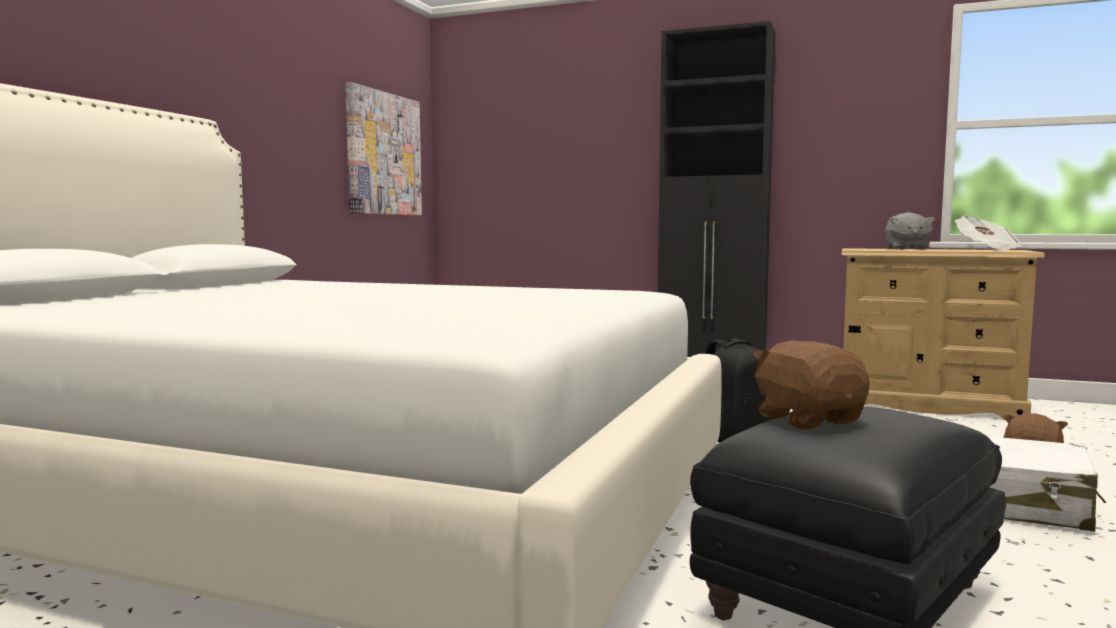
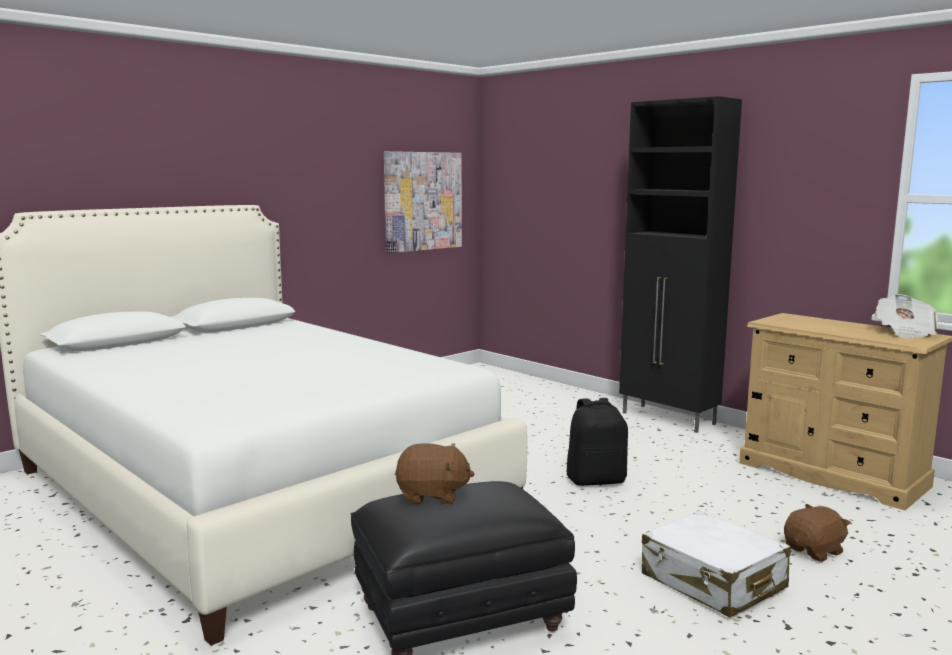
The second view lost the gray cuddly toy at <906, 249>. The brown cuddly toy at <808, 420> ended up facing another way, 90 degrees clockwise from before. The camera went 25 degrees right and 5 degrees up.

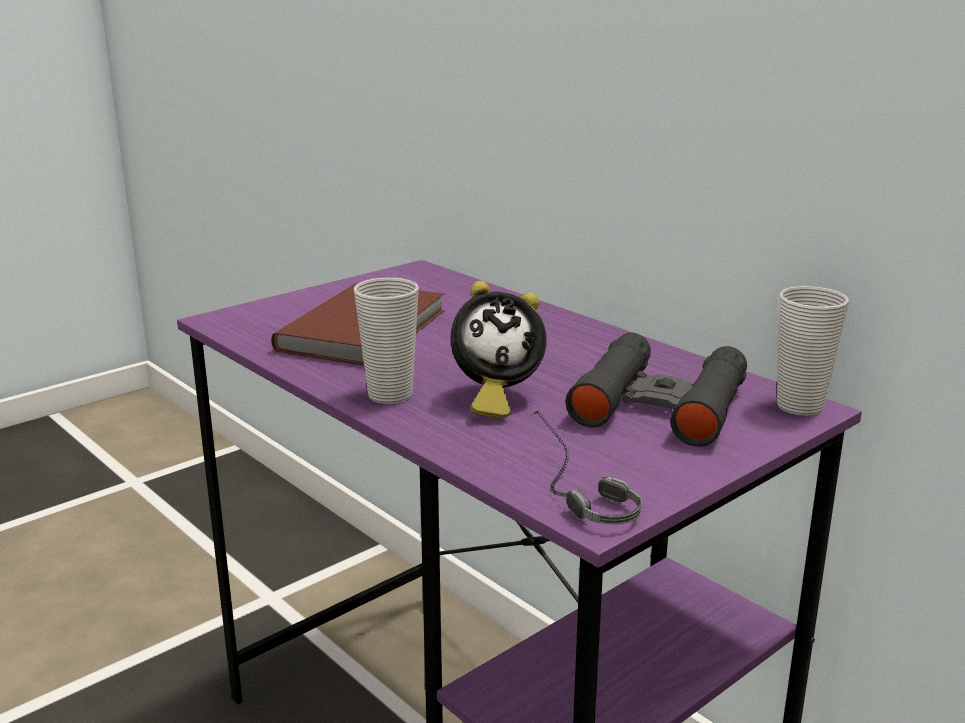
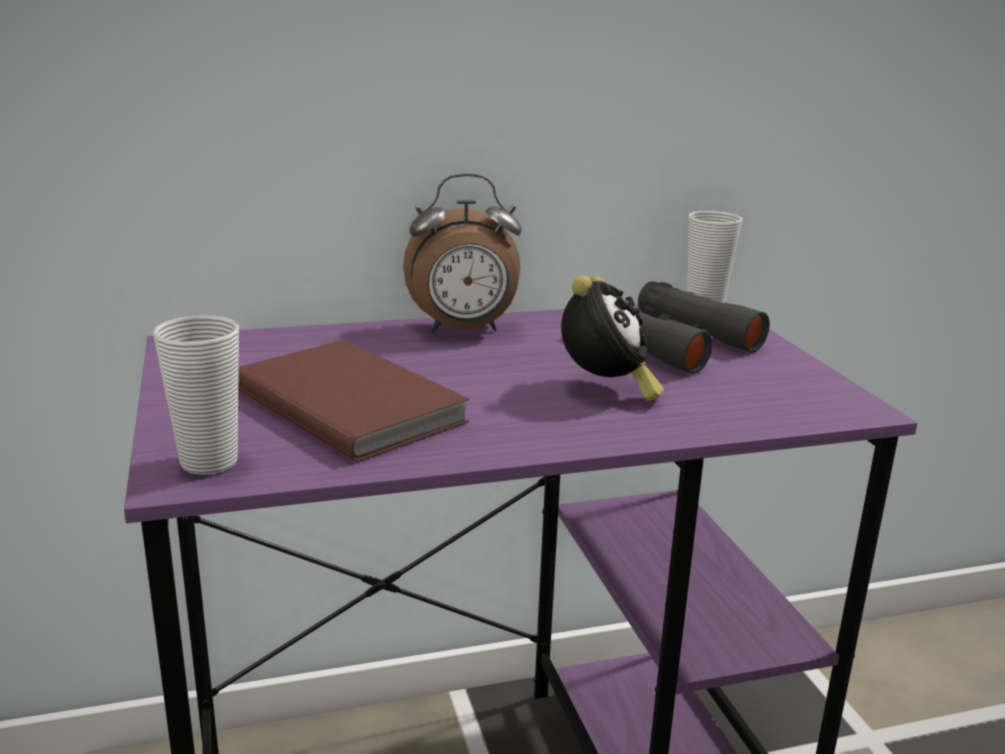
The second view lost the headphones at <568, 490>. The second view gained the alarm clock at <463, 330>. The cup ended up elsewhere, having gone from <390, 395> to <209, 462>. The camera went 65 degrees left and 0 degrees up.

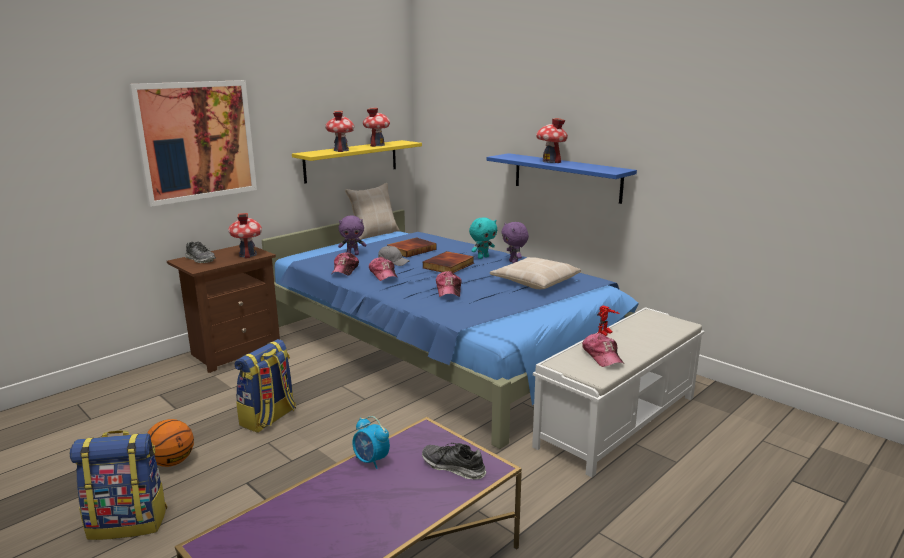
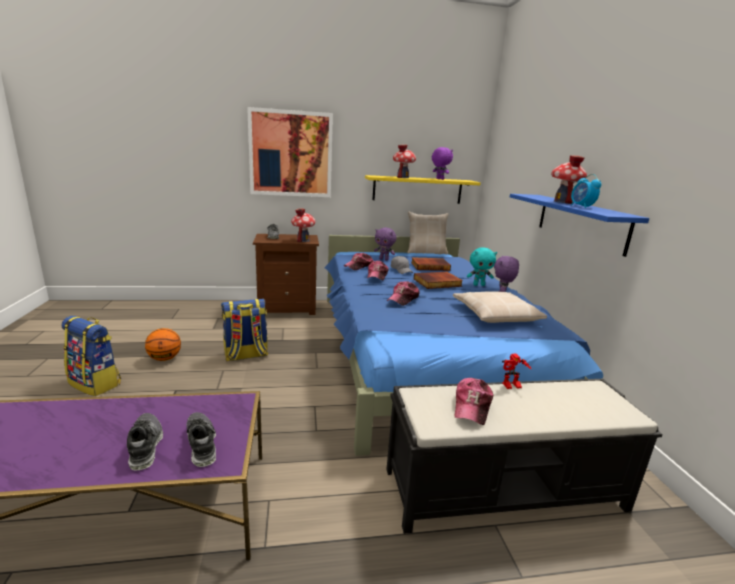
The second view gained the shoe at <145, 446>. The alarm clock ended up elsewhere, having gone from <371, 461> to <581, 207>. Where the miniature house stood at <377, 145>, the purple-coloured cuddly toy came to stand at <439, 179>. What was the whitish bench at <618, 420> turned into the black bench at <505, 489>. The camera went 35 degrees right and 0 degrees up.

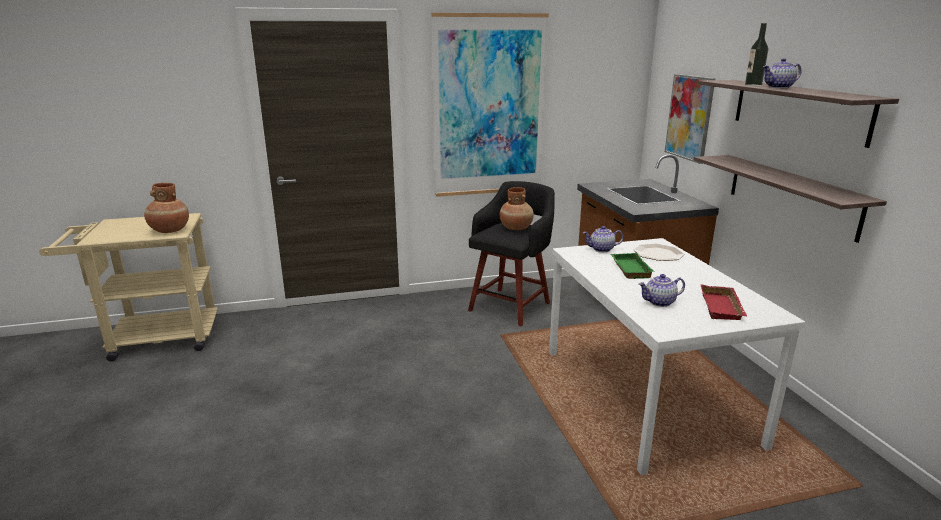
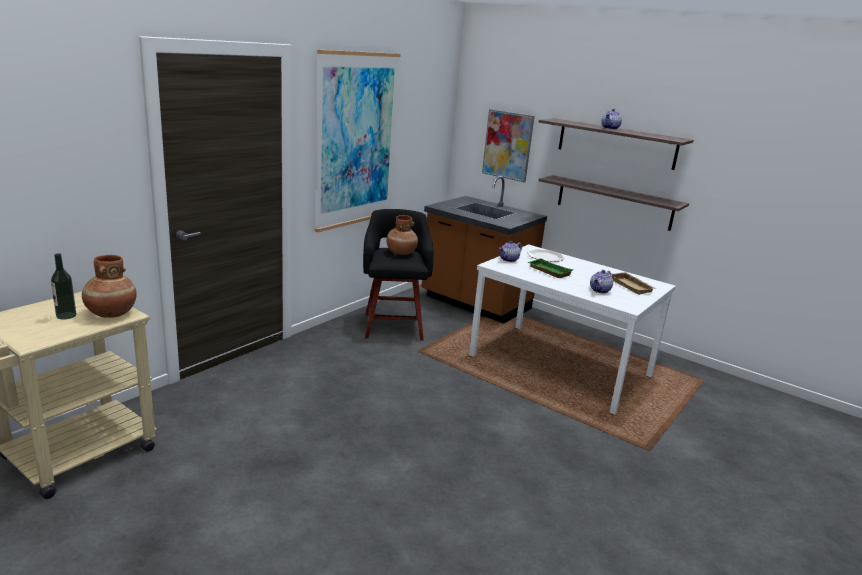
The bottle ended up elsewhere, having gone from <753, 85> to <66, 315>. What was the red tray at <723, 308> turned into the sand-coloured tray at <632, 286>. The camera went 40 degrees left and 0 degrees up.

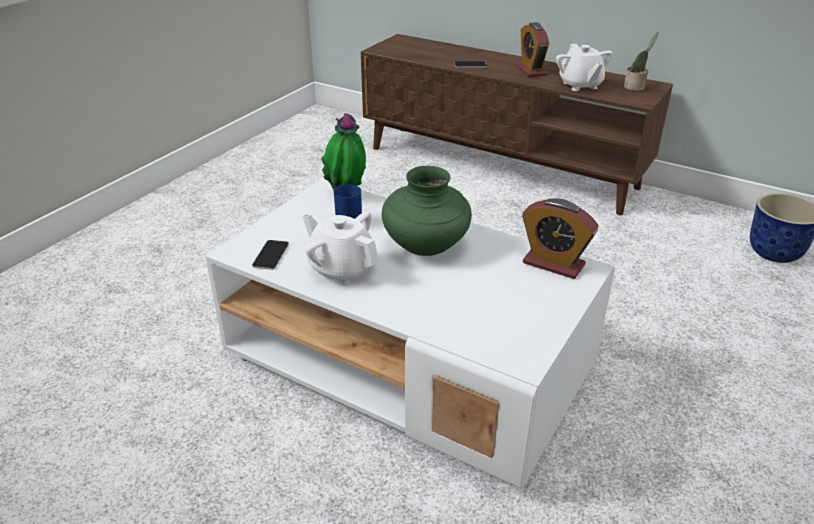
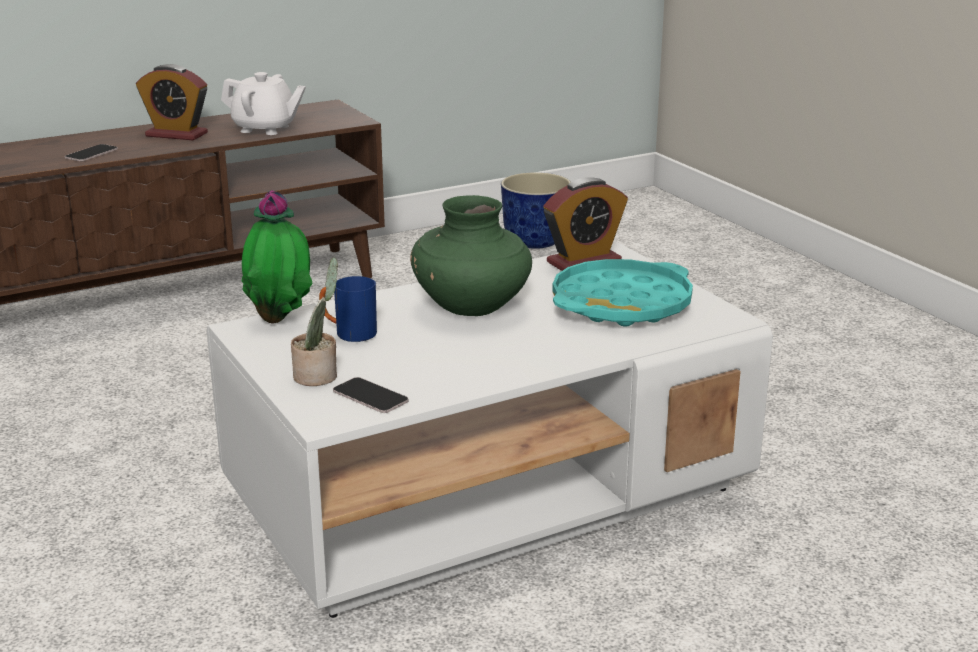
The second view lost the whitish pot for tea at <342, 269>. The second view gained the turquoise-coloured tray at <621, 304>. The houseplant ended up elsewhere, having gone from <635, 87> to <318, 376>. The camera went 60 degrees left and 10 degrees down.

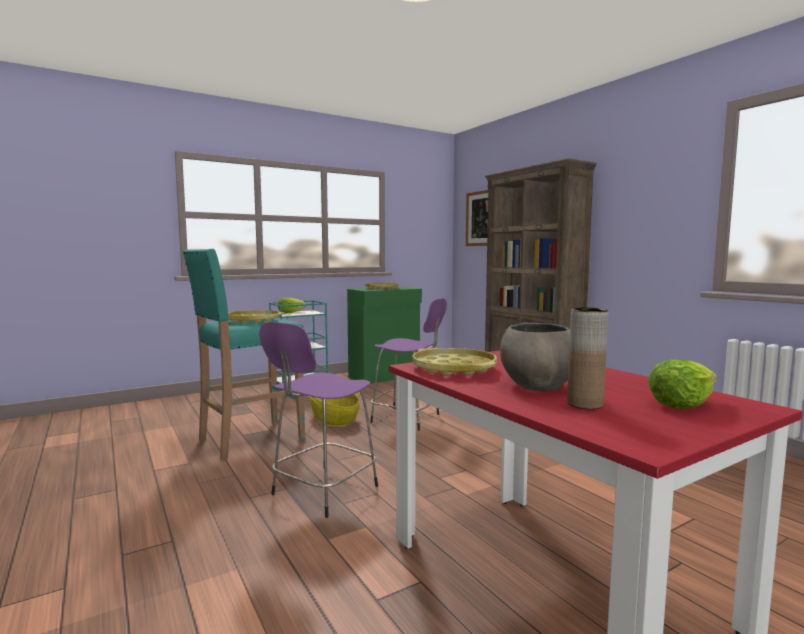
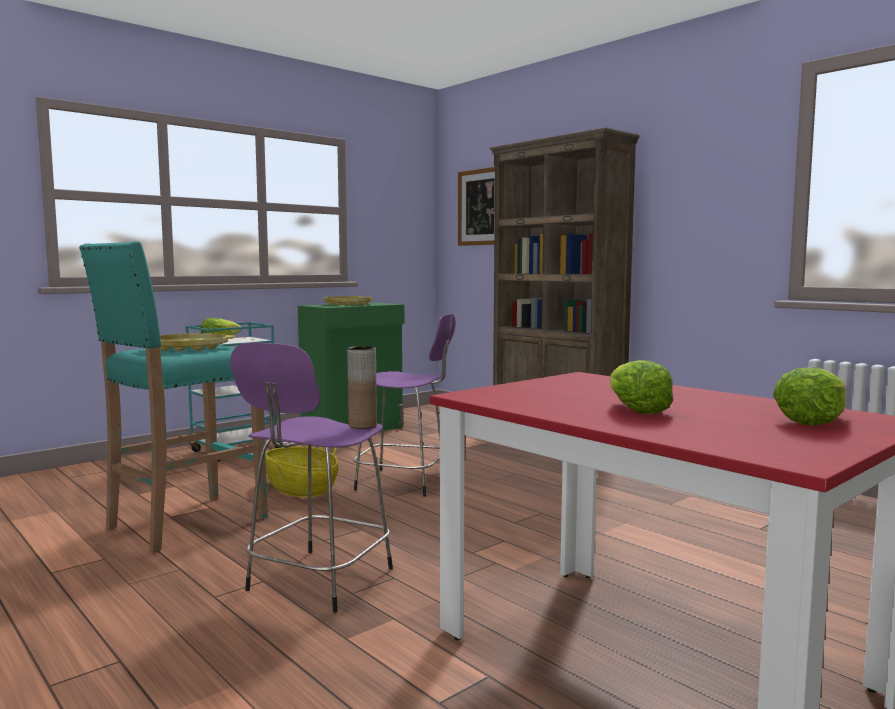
The second view lost the yellow tray at <454, 368>. The brown flower vase ended up elsewhere, having gone from <584, 404> to <362, 425>. Where the gray serving bowl stood at <537, 386>, the head of lettuce came to stand at <635, 410>. The camera went 10 degrees left and 0 degrees up.

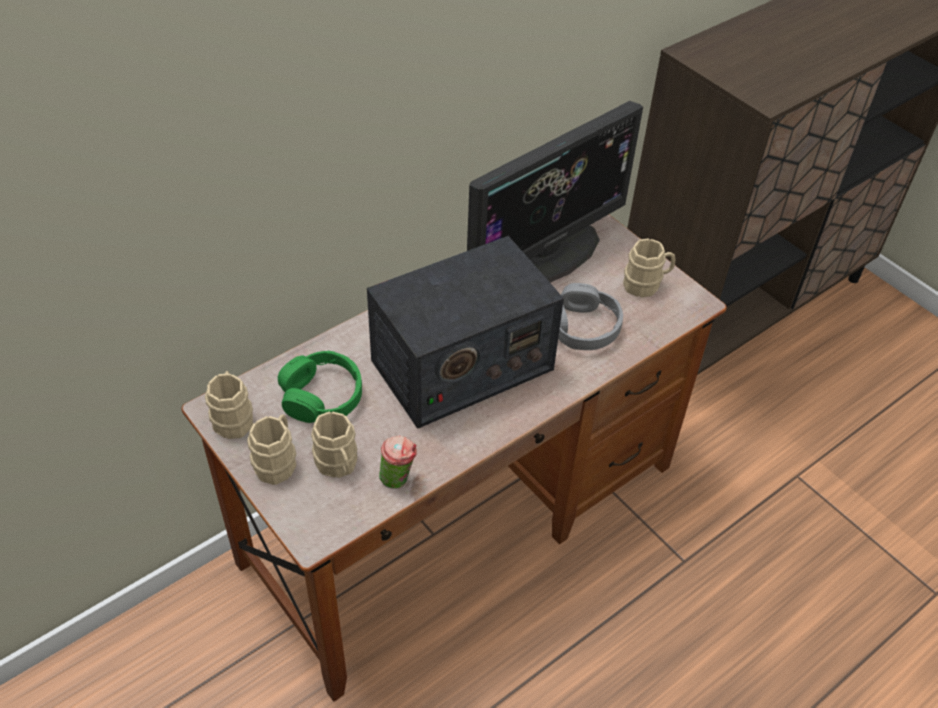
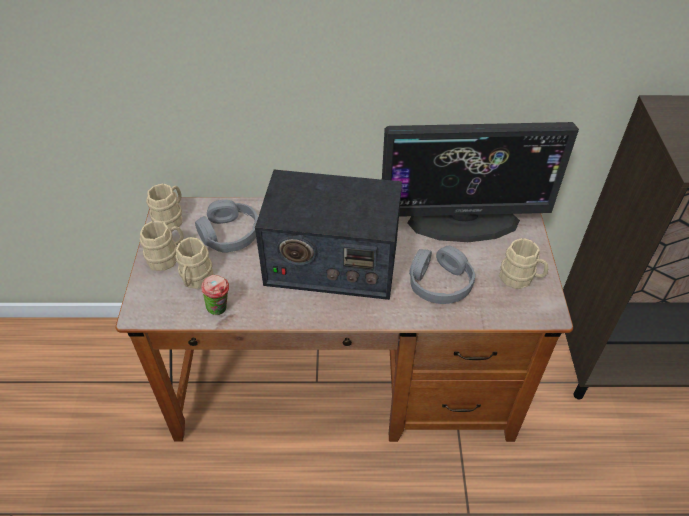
What was the green headphones at <322, 396> turned into the gray headphones at <229, 234>. The camera went 40 degrees right and 0 degrees up.

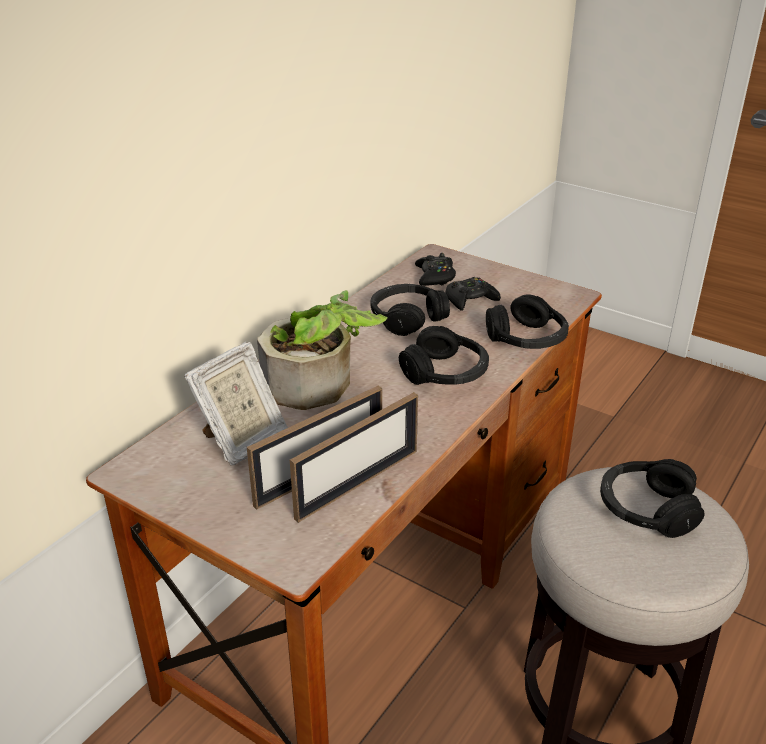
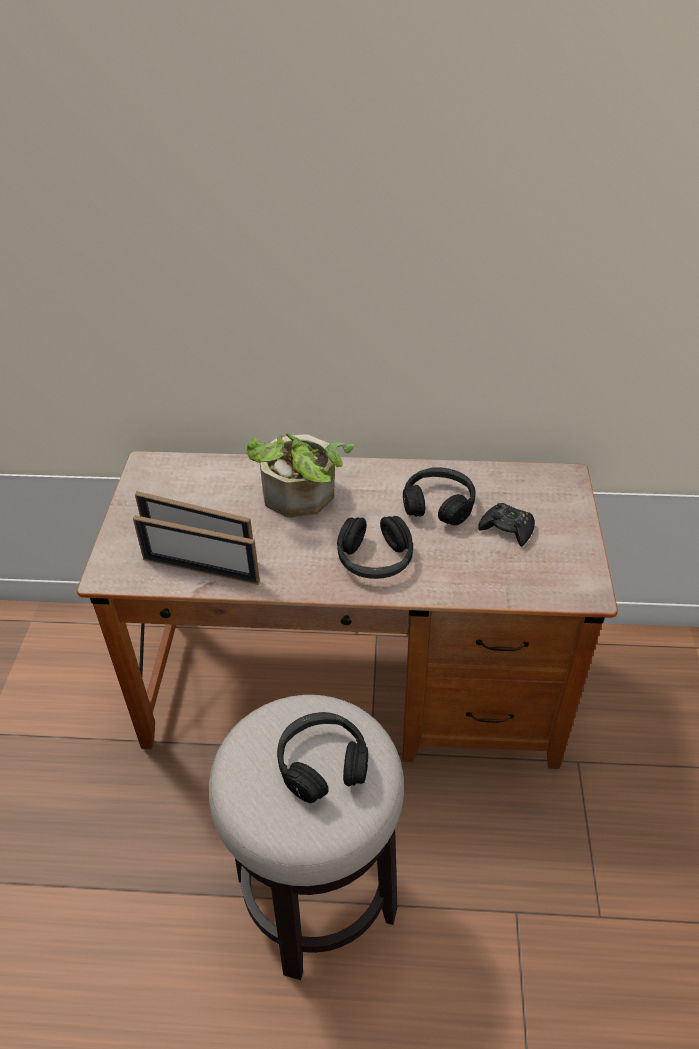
The second view lost the standing frame at <242, 441>. The second view lost the black joypad at <435, 276>. The second view lost the black headphones at <527, 339>. The camera went 60 degrees right and 10 degrees up.

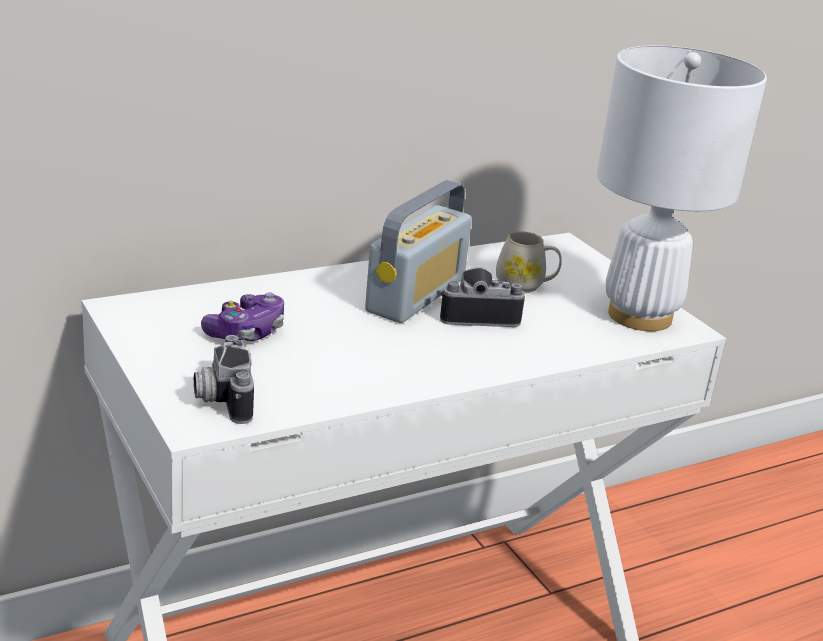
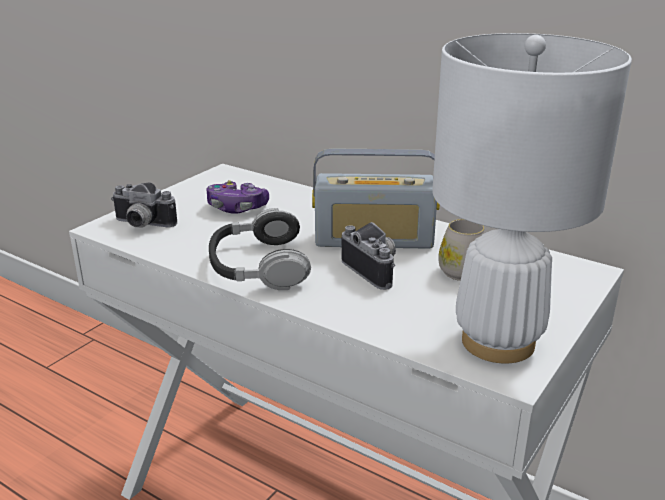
The second view gained the headphones at <258, 265>. The still camera at <221, 399> ended up facing another way, 120 degrees counterclockwise from before. The camera went 65 degrees right and 0 degrees up.

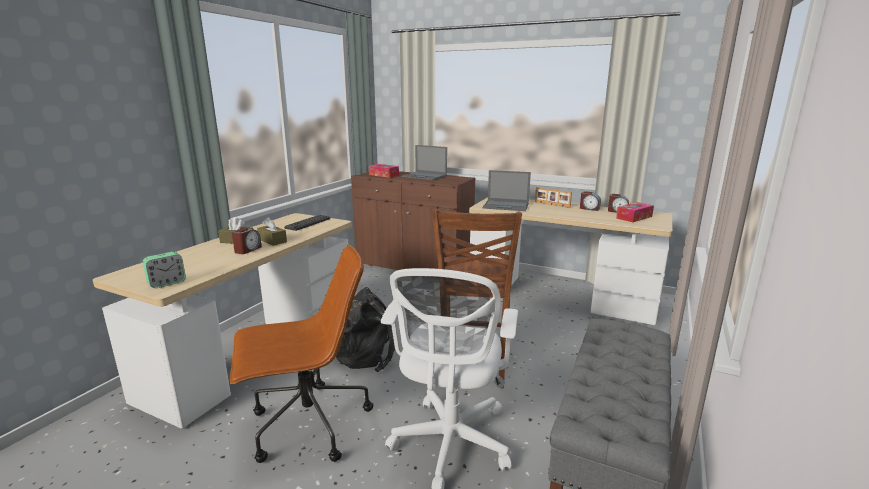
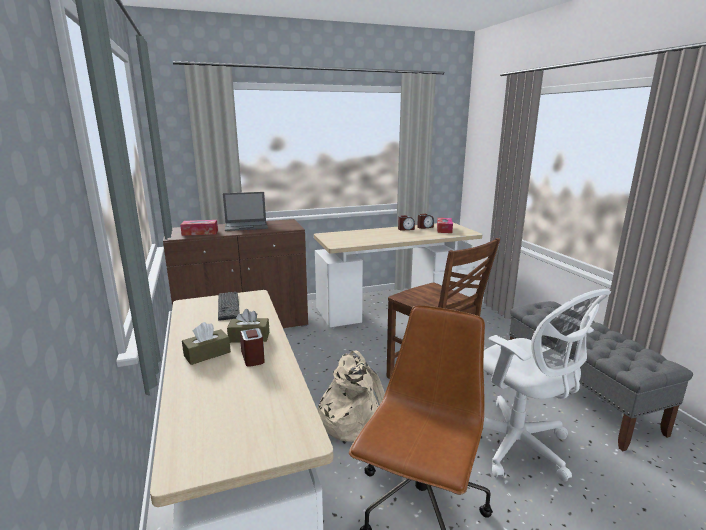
The second view lost the alarm clock at <167, 283>. The second view lost the notebook computer at <506, 206>. The second view lost the standing frame at <551, 204>. What was the black backpack at <370, 352> turned into the sand-coloured backpack at <350, 418>. The camera went 45 degrees left and 0 degrees up.

